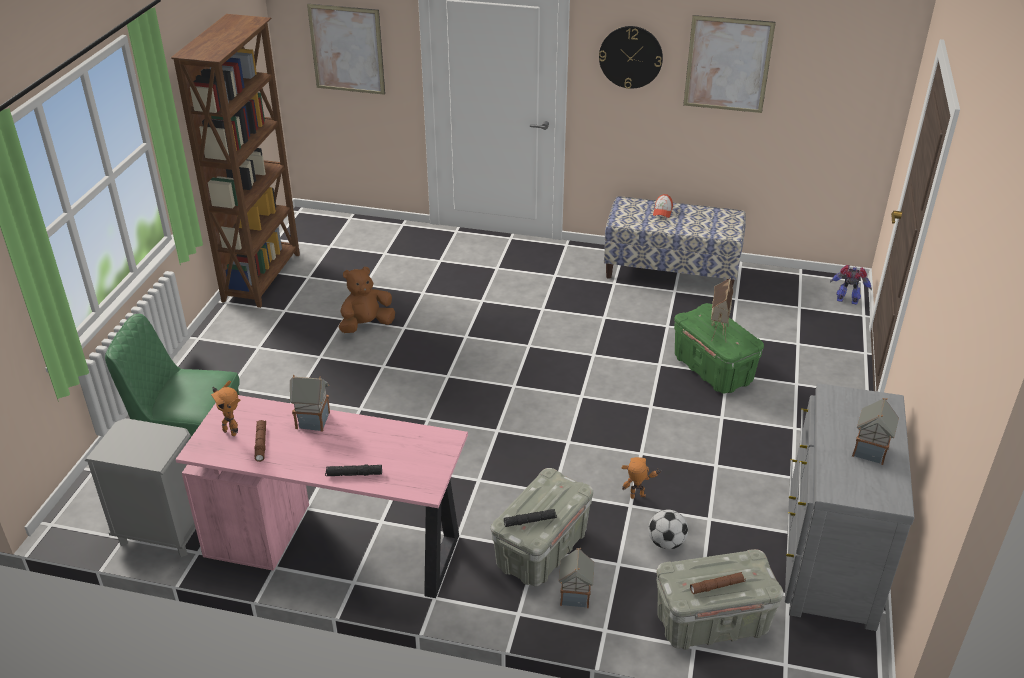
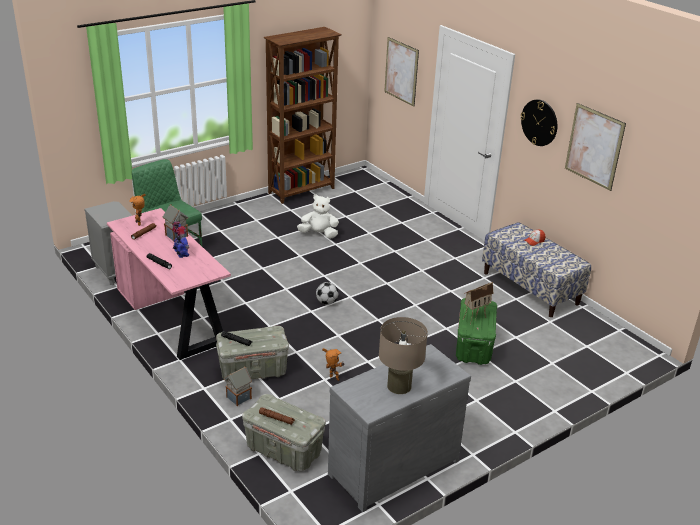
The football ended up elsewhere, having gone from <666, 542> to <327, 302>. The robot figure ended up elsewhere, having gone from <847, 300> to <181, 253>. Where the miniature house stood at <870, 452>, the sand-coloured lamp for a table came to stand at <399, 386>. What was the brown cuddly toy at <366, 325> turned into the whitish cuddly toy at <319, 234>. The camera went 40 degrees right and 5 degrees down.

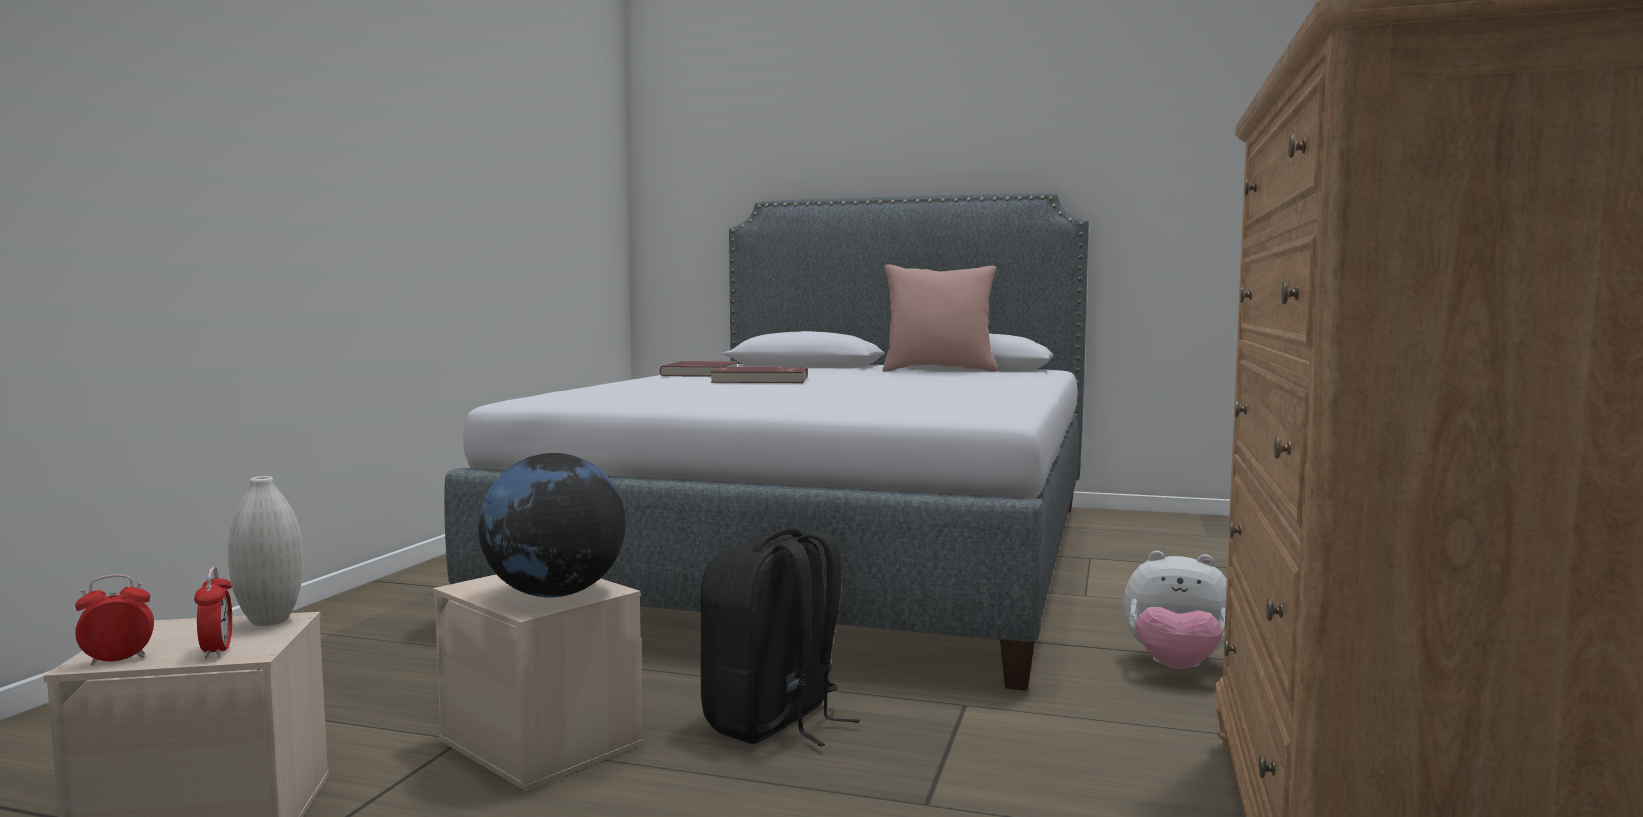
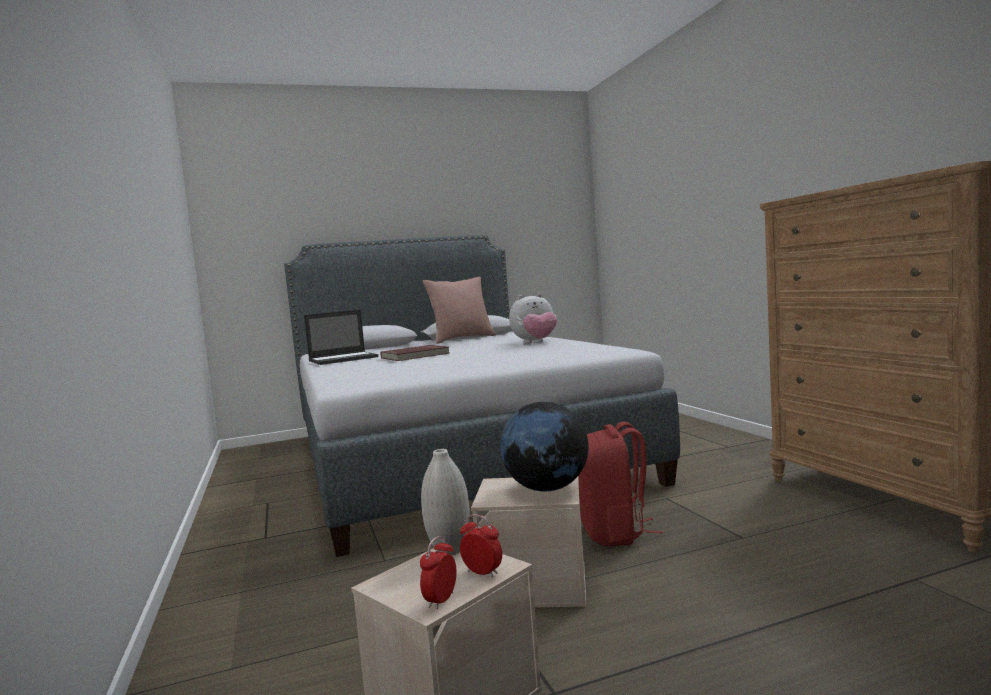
The cuddly toy ended up elsewhere, having gone from <1176, 667> to <535, 343>. Where the red bound book stood at <702, 373>, the notebook computer came to stand at <344, 359>. What was the black backpack at <774, 722> turned into the red backpack at <614, 533>. The camera went 35 degrees left and 0 degrees up.

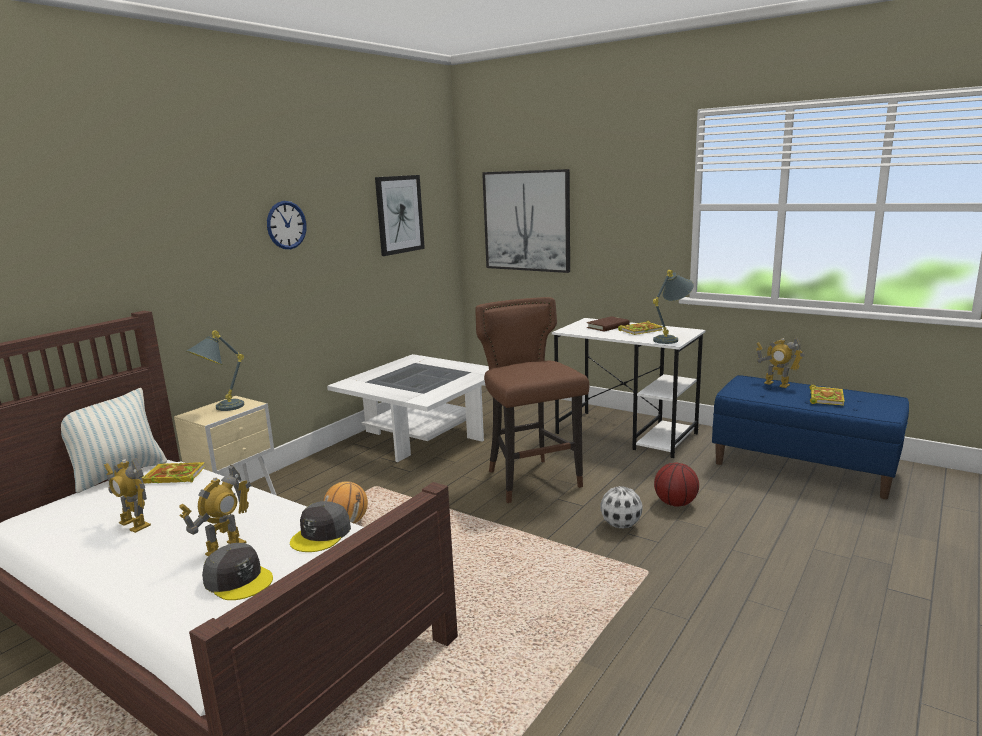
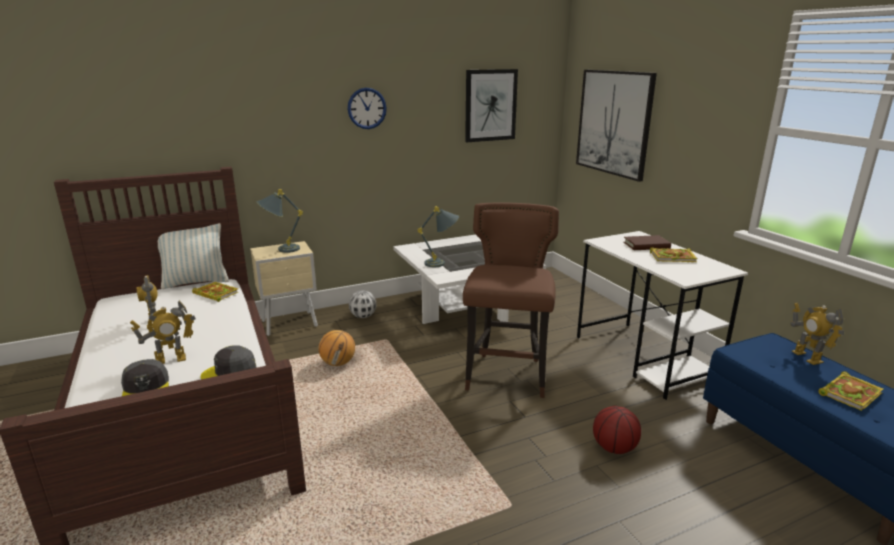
The football ended up elsewhere, having gone from <621, 525> to <363, 316>. The gray lamp for a table ended up elsewhere, having gone from <671, 339> to <442, 263>. The camera went 30 degrees right and 5 degrees up.

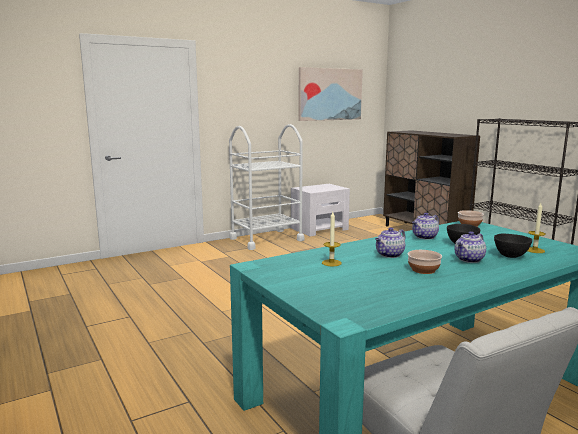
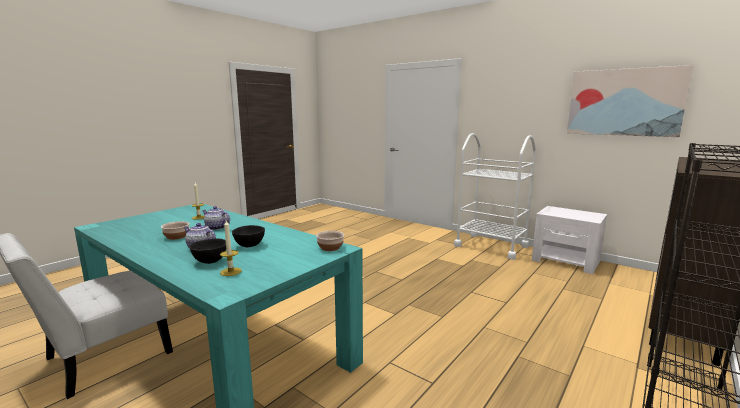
The second view lost the pot for tea at <424, 237>. The camera went 70 degrees right and 0 degrees up.

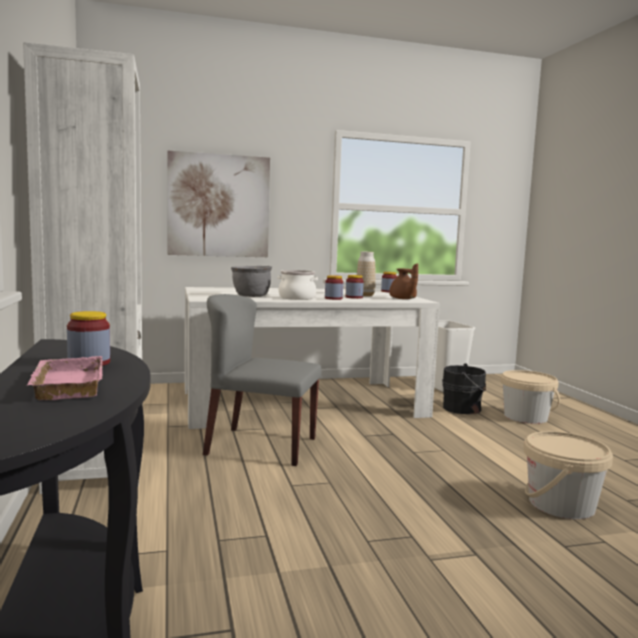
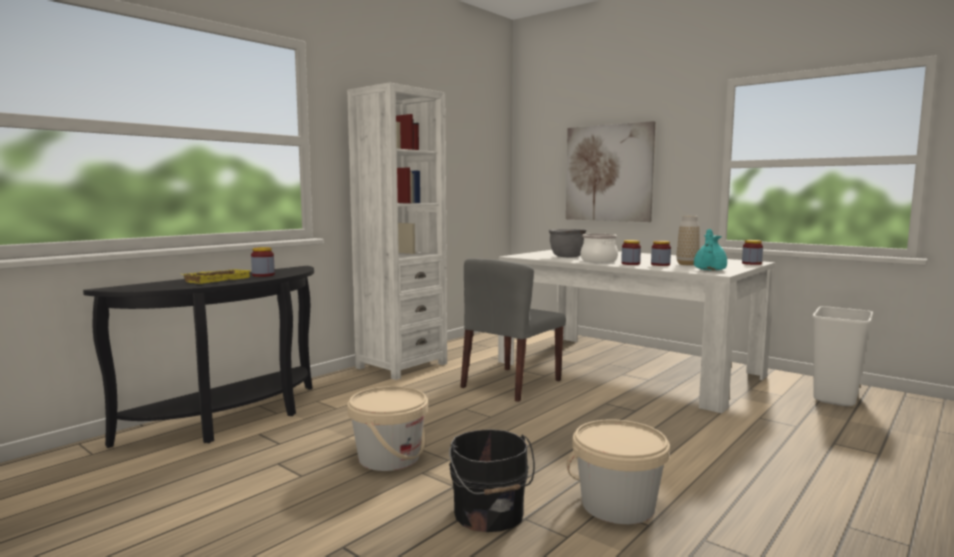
The black water bucket ended up elsewhere, having gone from <463, 409> to <489, 515>. The sand-coloured water bucket ended up elsewhere, having gone from <525, 417> to <389, 457>. What was the pinkish tray at <65, 385> turned into the yellow tray at <217, 279>. What was the brown pot for tea at <403, 299> turned into the turquoise-coloured pot for tea at <709, 270>. The gray upright chair at <260, 446> ended up facing another way, 120 degrees counterclockwise from before. The camera went 55 degrees right and 0 degrees up.

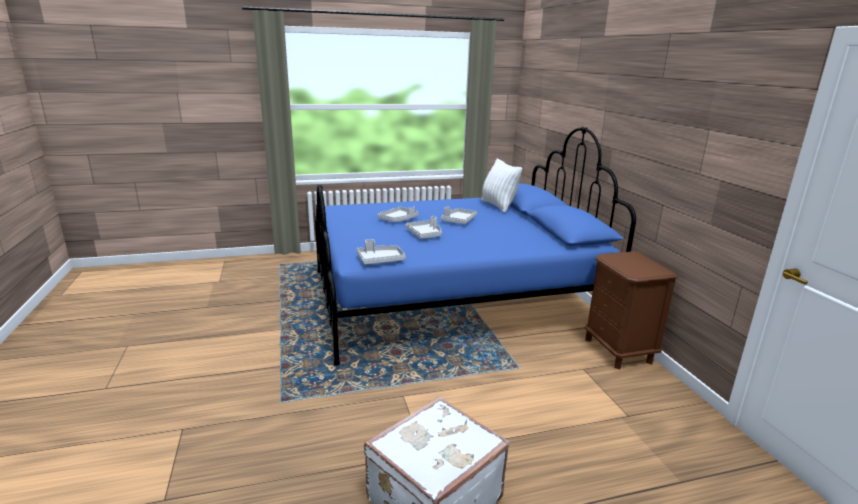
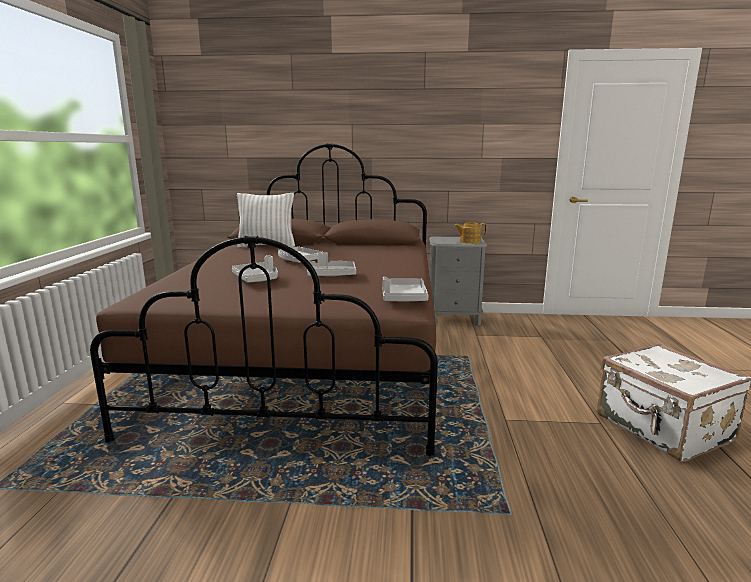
The second view gained the pot for tea at <469, 241>. What was the blue bedroom bed at <452, 299> turned into the brown bedroom bed at <311, 359>. What was the brown nightstand at <618, 351> turned into the gray nightstand at <454, 318>. The camera went 70 degrees left and 5 degrees down.

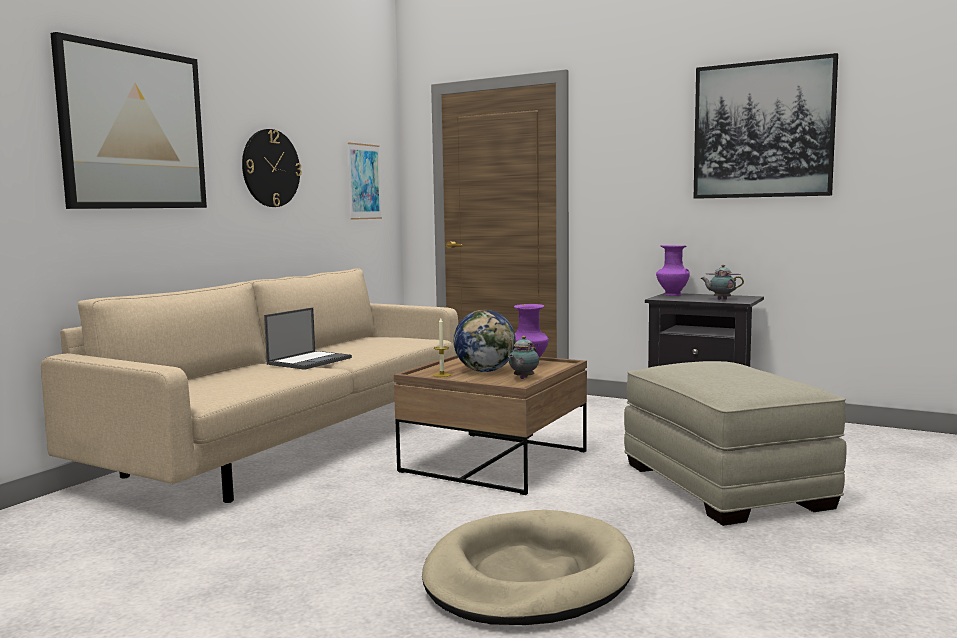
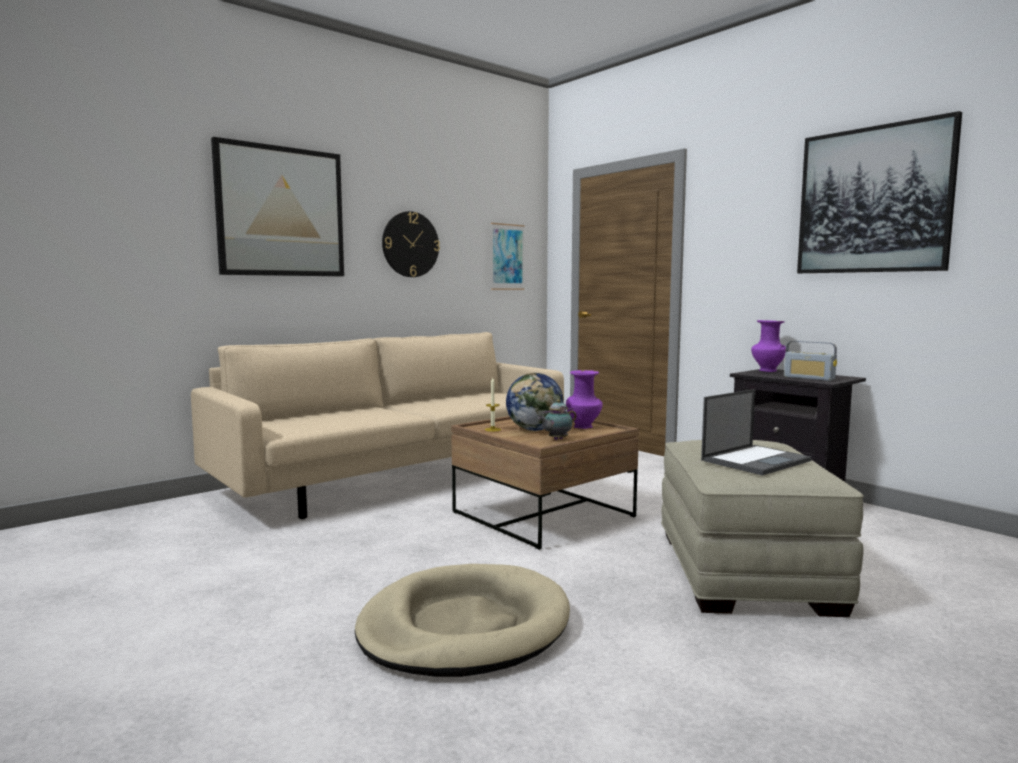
The notebook computer ended up elsewhere, having gone from <310, 361> to <756, 460>. Where the pot for tea stood at <720, 299>, the radio came to stand at <809, 378>. The camera went 20 degrees right and 0 degrees up.

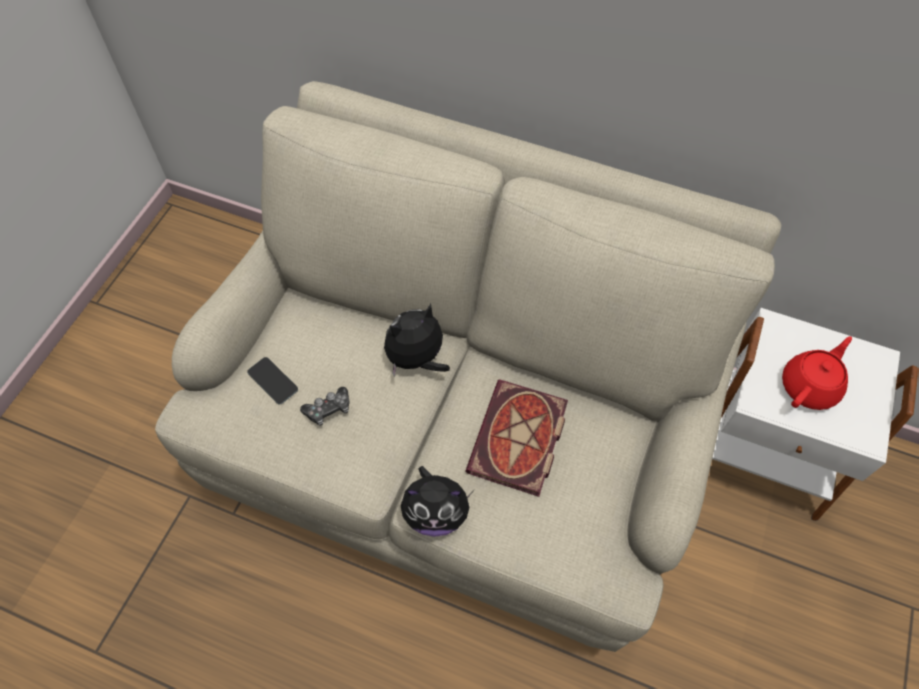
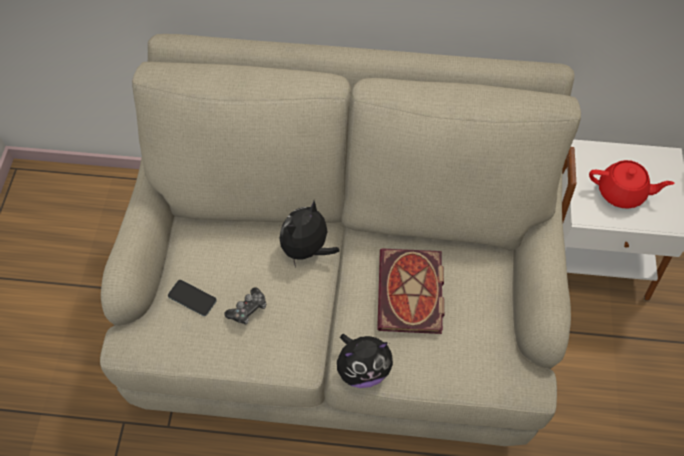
The red pot for tea at <809, 386> ended up facing another way, 75 degrees clockwise from before. The camera went 15 degrees left and 0 degrees up.

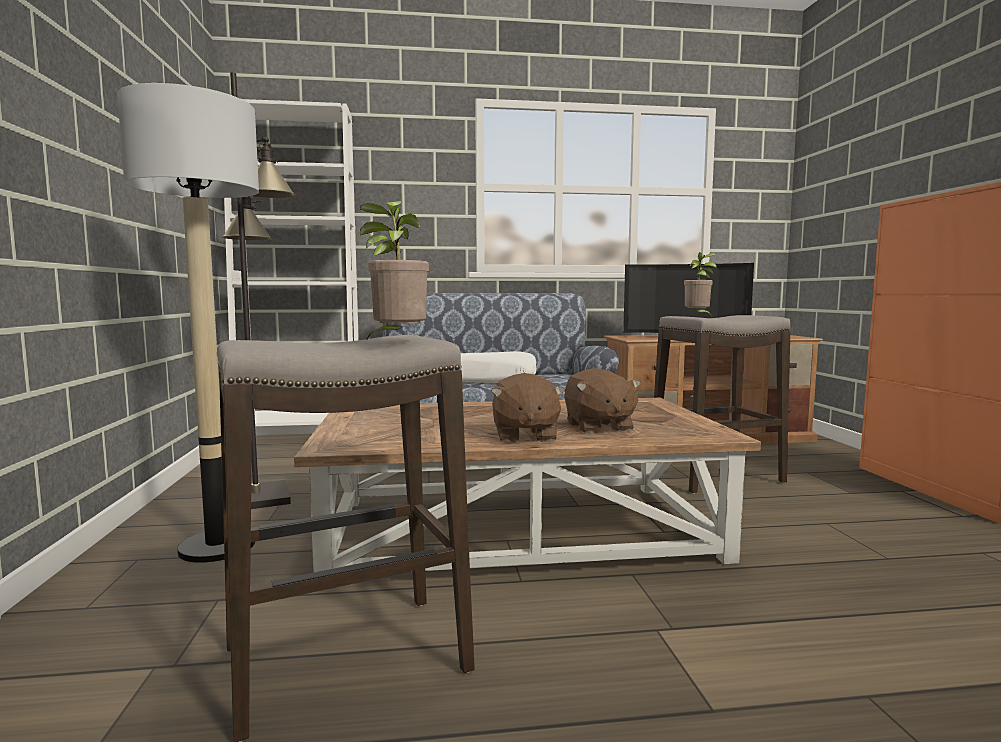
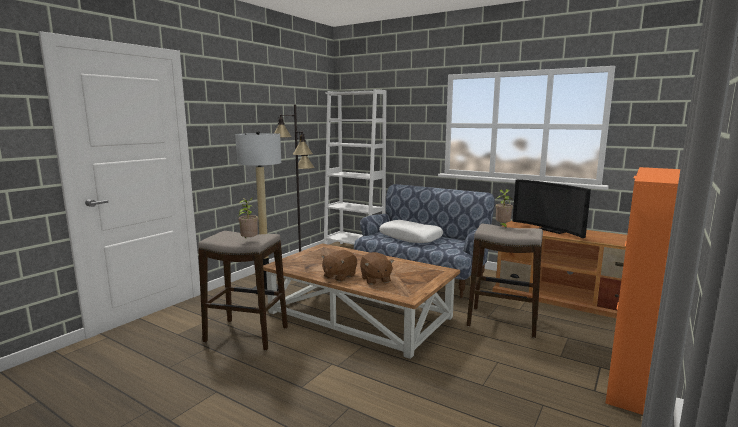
The brown cuddly toy at <598, 427> ended up facing another way, 45 degrees counterclockwise from before. The camera went 40 degrees right and 5 degrees up.

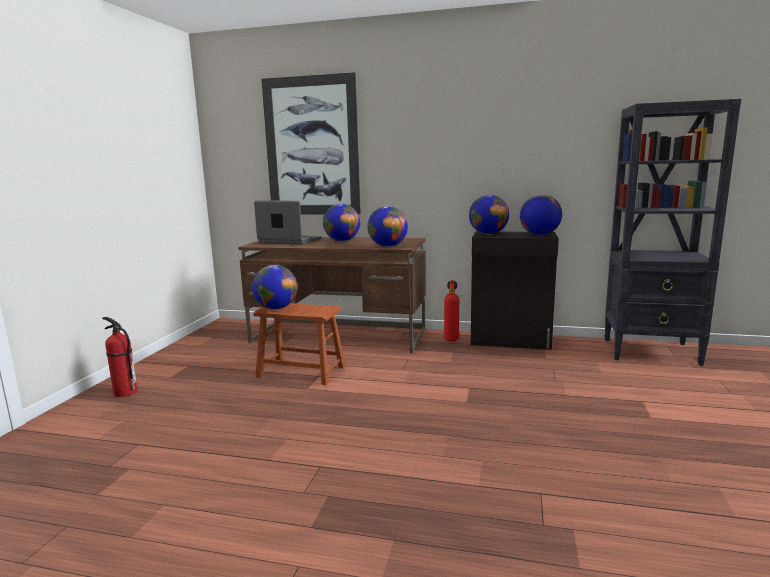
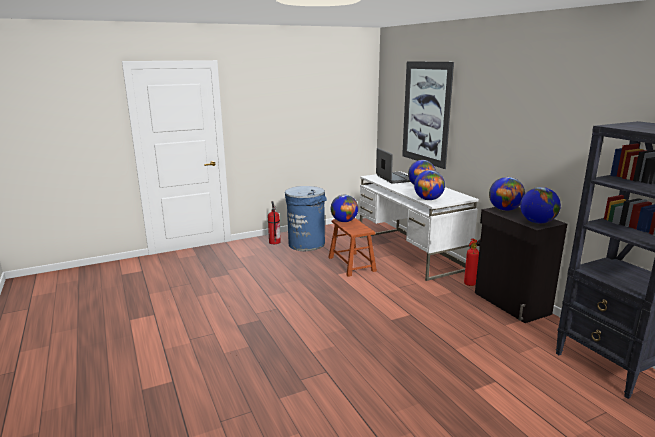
The second view gained the blue waste bin at <306, 244>. What was the brown desk table at <339, 336> turned into the whitish desk table at <410, 252>. The camera went 50 degrees right and 5 degrees up.

